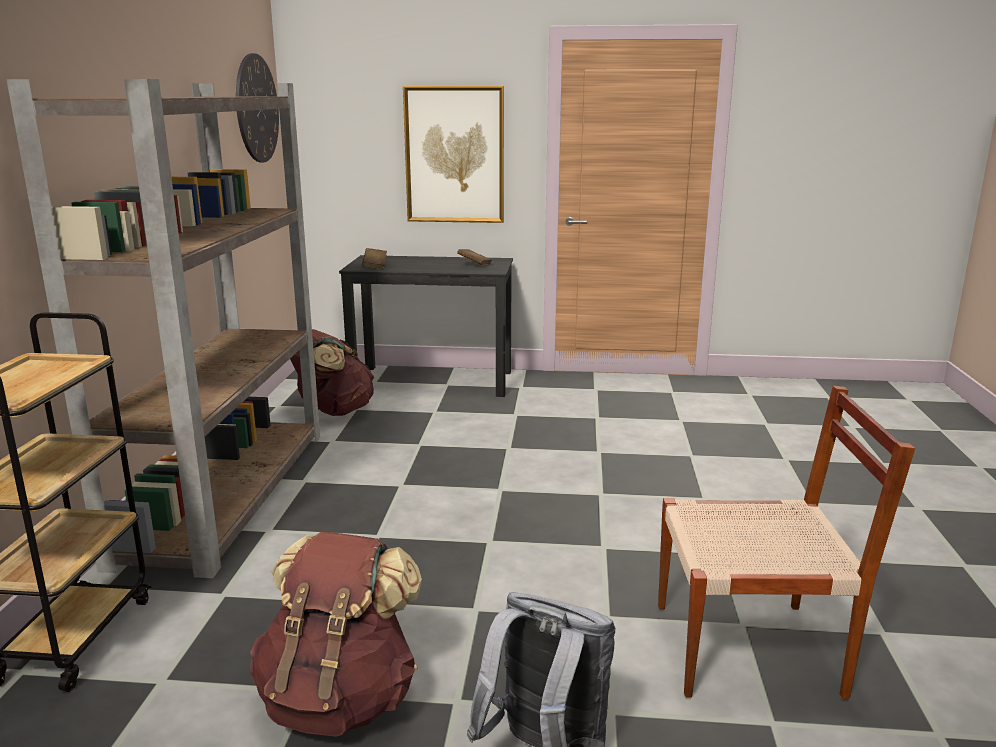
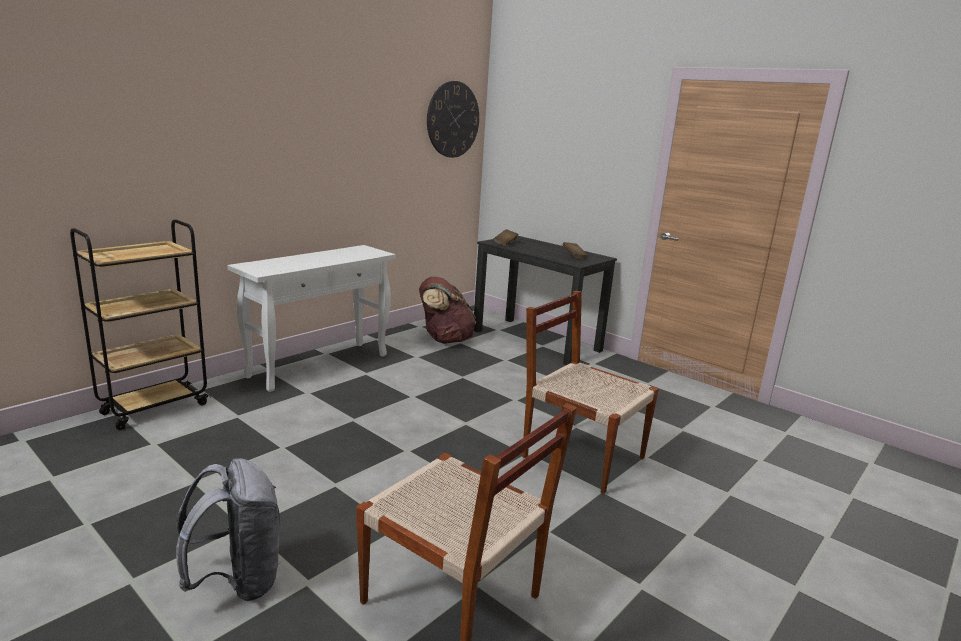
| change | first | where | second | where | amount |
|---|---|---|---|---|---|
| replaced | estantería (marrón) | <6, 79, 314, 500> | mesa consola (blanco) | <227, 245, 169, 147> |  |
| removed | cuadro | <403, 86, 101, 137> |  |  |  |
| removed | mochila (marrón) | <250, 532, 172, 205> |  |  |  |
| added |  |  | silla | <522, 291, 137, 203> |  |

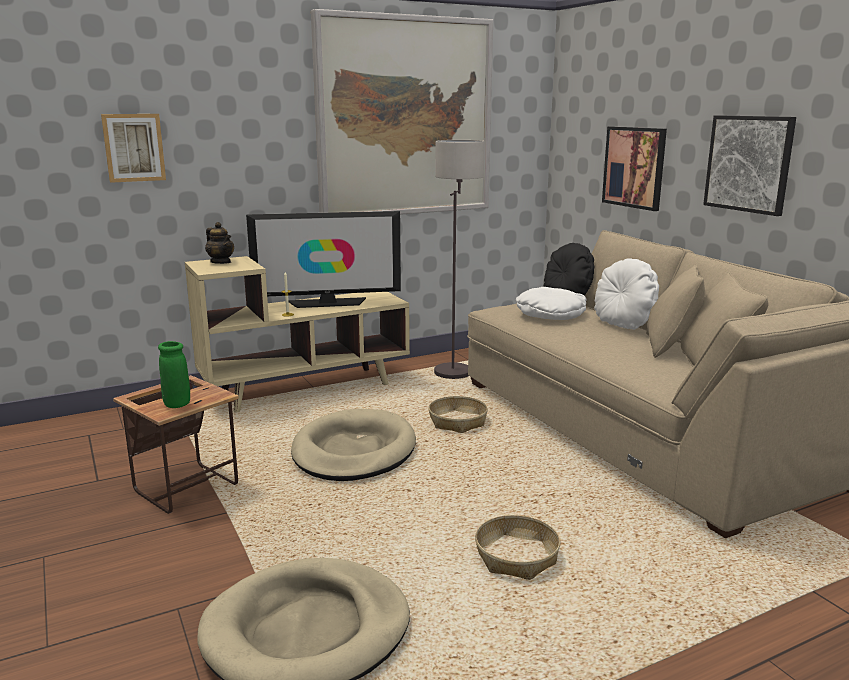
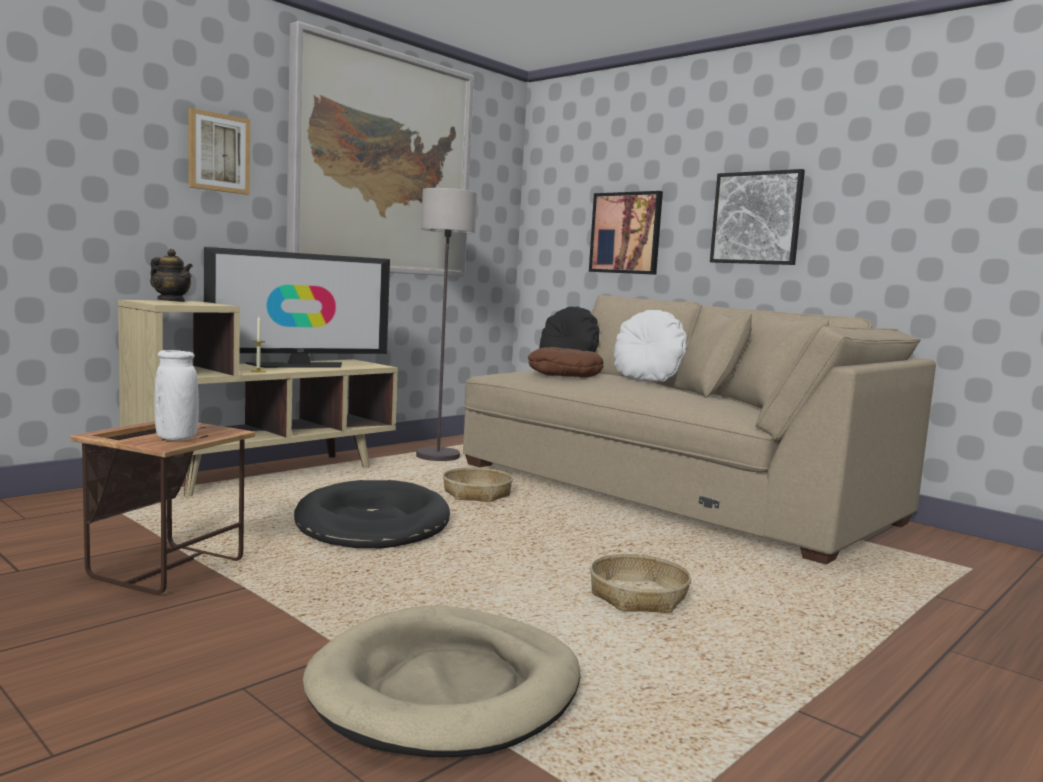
| change | first | where | second | where | amount |
|---|---|---|---|---|---|
| moved | cuadro | <101, 114, 65, 69> |  | <189, 108, 61, 87> |  |
| recoloured | cojín (blanco) | <516, 287, 70, 33> | cojín (marrón) | <528, 347, 76, 31> |  |
| recoloured | florero (verde) | <158, 341, 32, 67> | florero (blanco) | <154, 350, 45, 91> |  |
| recoloured | cama para perro (beis) | <291, 409, 125, 72> | cama para perro (negro) | <294, 480, 156, 68> |  |

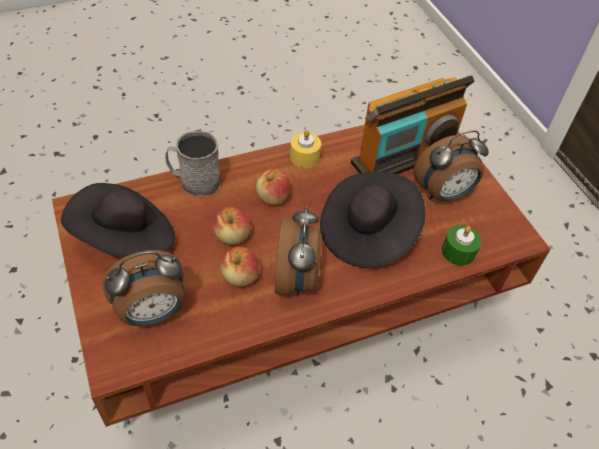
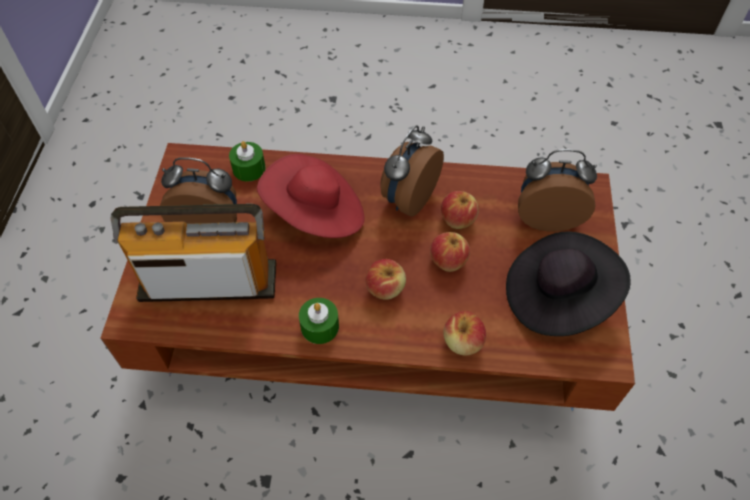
| change | first | where | second | where | amount |
|---|---|---|---|---|---|
| recoloured | vela (amarillo) | <290, 130, 31, 38> | vela (verde) | <299, 298, 40, 46> |  |
| replaced | taza grande (gris) | <165, 131, 56, 65> | manzana | <443, 311, 43, 44> |  |
| recoloured | sombrero (negro) | <320, 171, 105, 97> | sombrero (rojo) | <257, 154, 108, 84> |  |

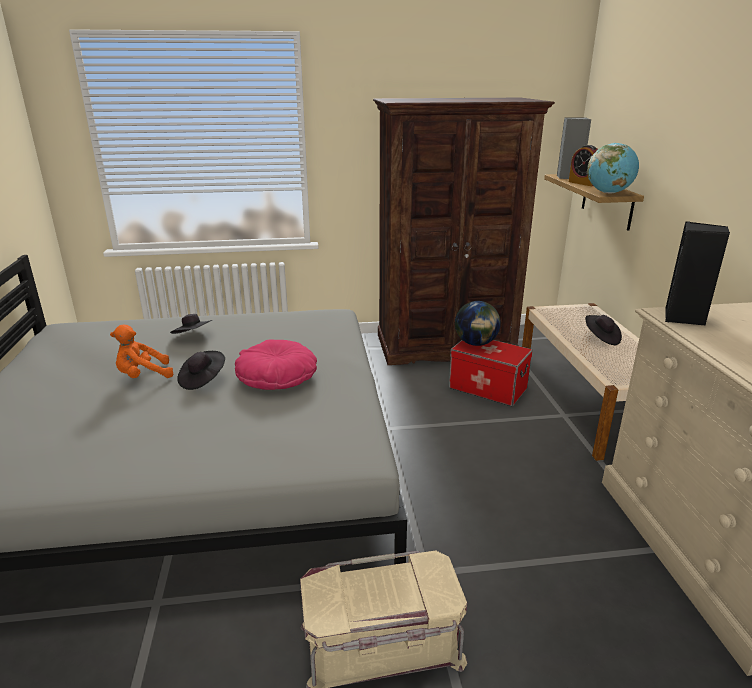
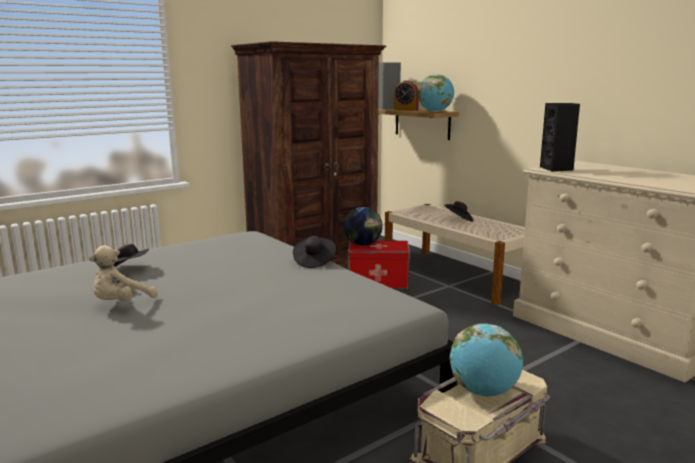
| change | first | where | second | where | amount |
|---|---|---|---|---|---|
| recoloured | peluche (naranja) | <110, 325, 63, 53> | peluche (beis) | <89, 245, 69, 56> |  |
| removed | cojín (rosa) | <235, 340, 82, 50> |  |  |  |
| moved | sombrero (negro) | <177, 351, 48, 39> |  | <293, 236, 43, 32> |  |
| added |  |  | globo terráqueo | <450, 323, 73, 74> |  |

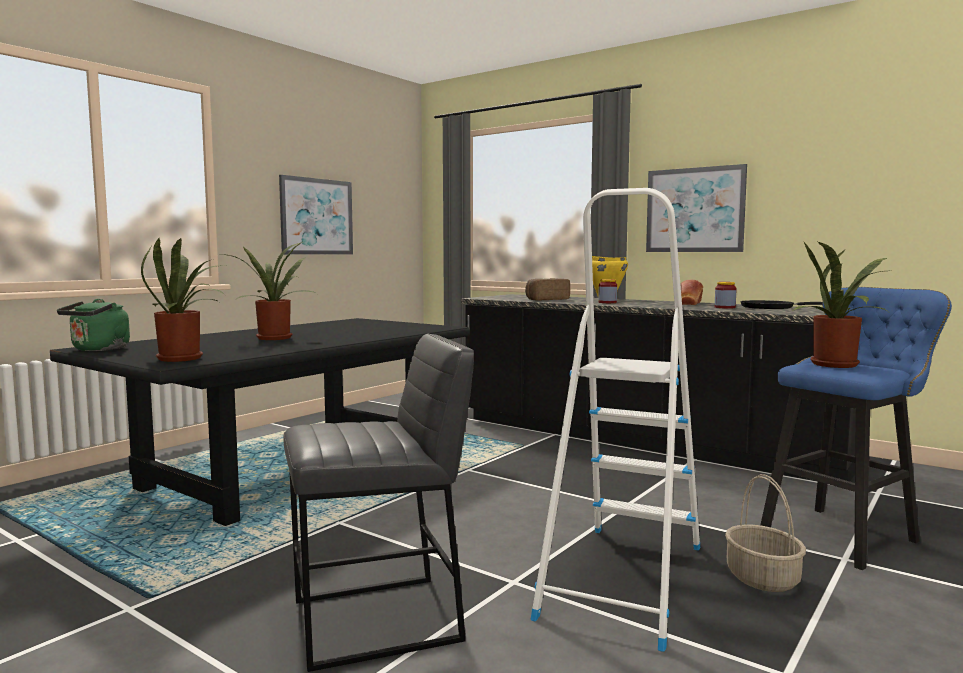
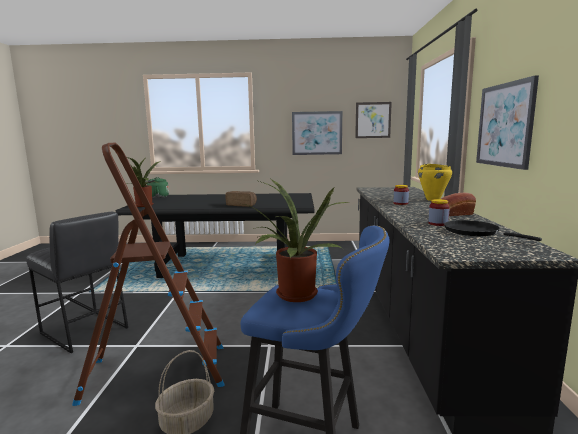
| change | first | where | second | where | amount |
|---|---|---|---|---|---|
| recoloured | escalera de tijera (blanco) | <531, 188, 169, 464> | escalera de tijera (marrón) | <72, 143, 153, 263> |  |
| removed | planta en maceta | <221, 241, 94, 99> |  |  |  |
| moved | pan | <525, 278, 45, 23> |  | <226, 191, 31, 16> |  |
| added |  |  | cuadro | <355, 102, 37, 36> |  |

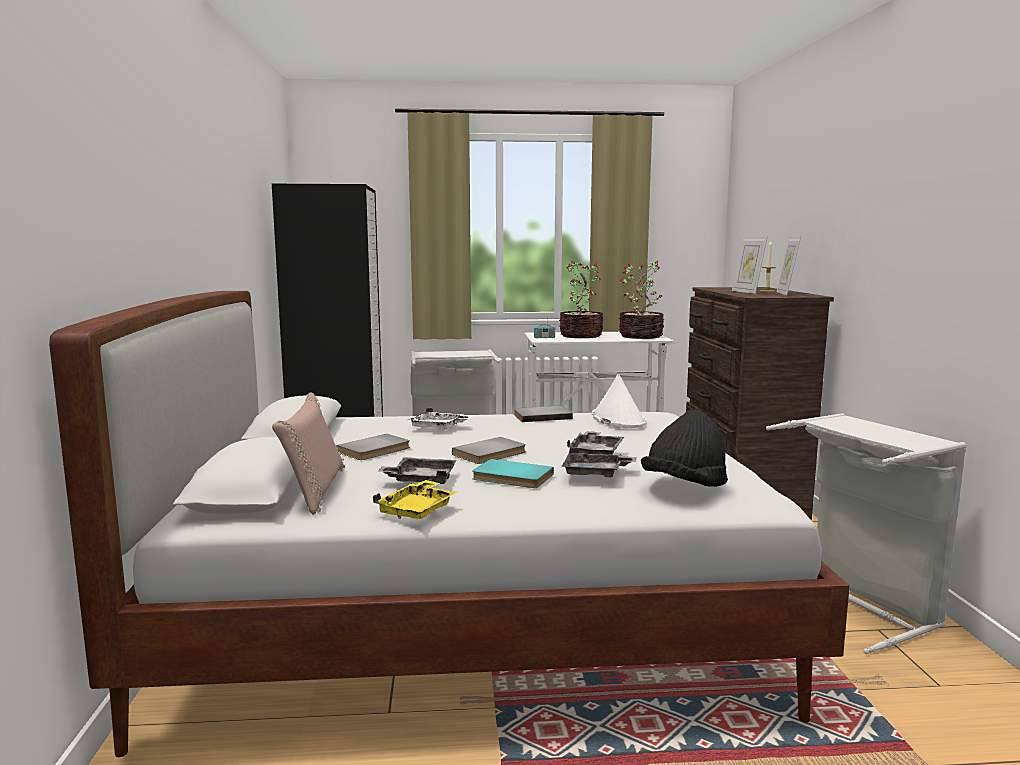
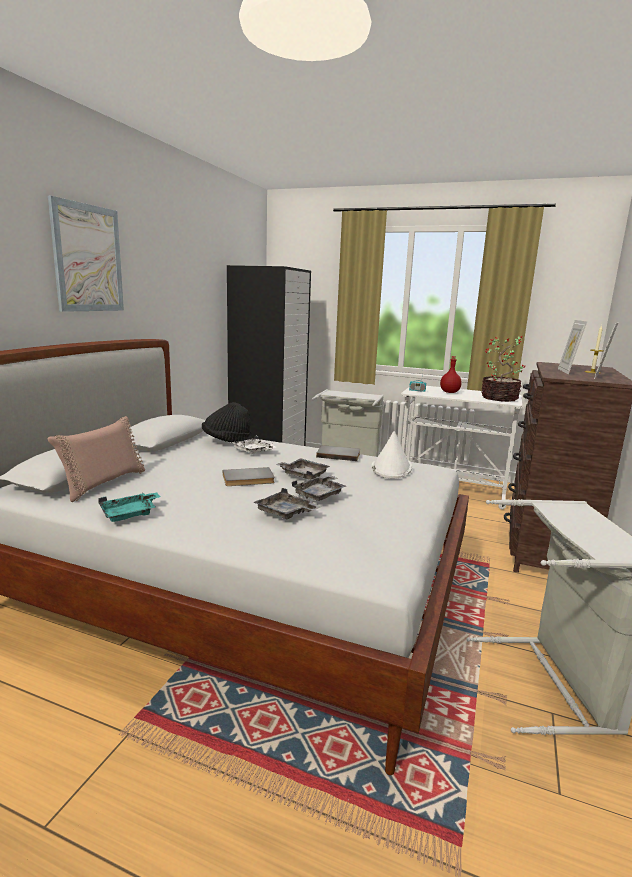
| change | first | where | second | where | amount |
|---|---|---|---|---|---|
| replaced | planta en maceta | <559, 261, 44, 77> | botella (rojo) | <440, 356, 22, 37> |  |
| moved | sombrero (negro) | <641, 410, 87, 77> |  | <202, 402, 50, 40> |  |
| removed | libro (gris) | <336, 434, 74, 26> |  |  |  |
| moved | bandeja (gris) | <377, 457, 79, 27> |  | <275, 458, 55, 22> |  |
| removed | libro (turquesa) | <472, 459, 82, 29> |  |  |  |
| recoloured | bandeja (amarillo) | <373, 480, 84, 39> | bandeja (turquesa) | <98, 492, 62, 30> |  |
| added |  |  | cuadro | <48, 196, 76, 116> |  |

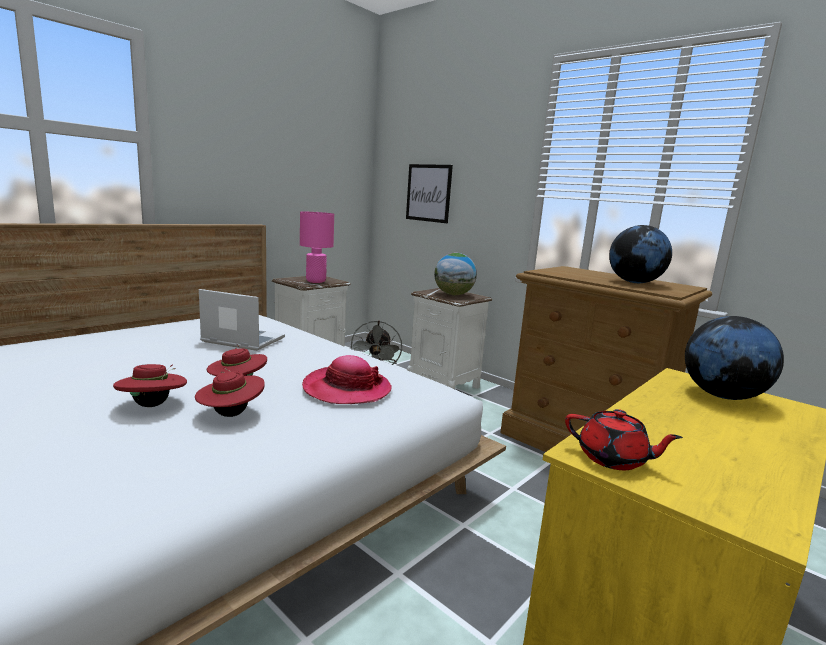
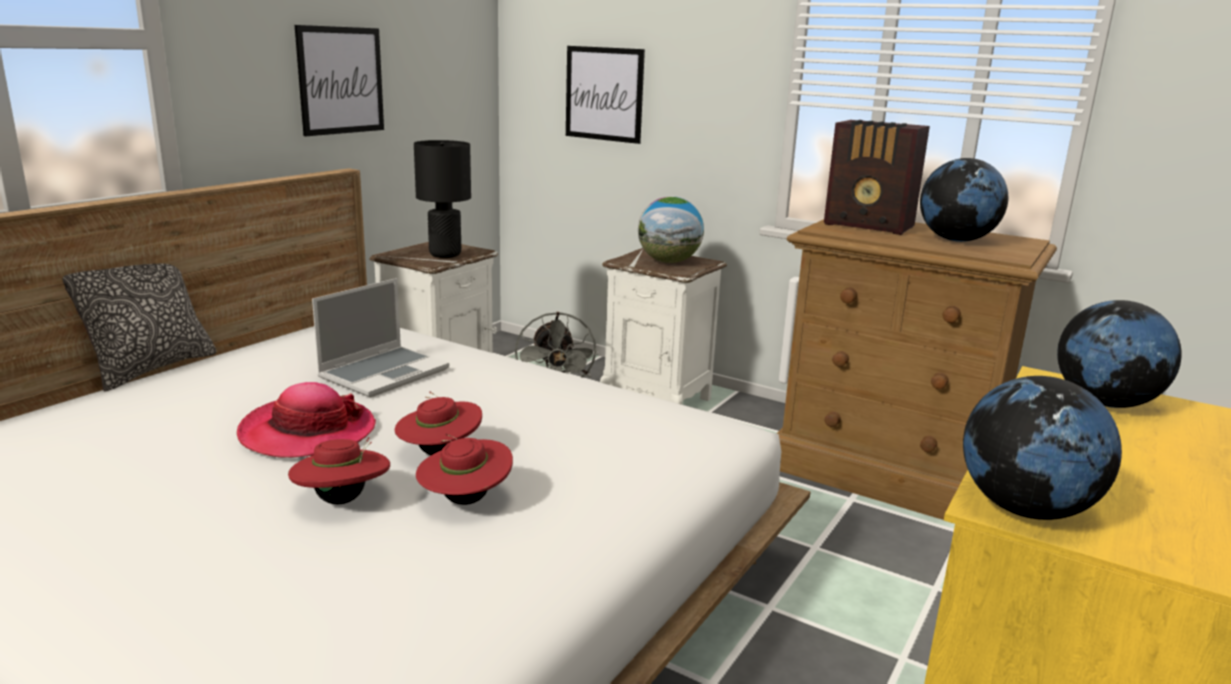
| change | first | where | second | where | amount |
|---|---|---|---|---|---|
| recoloured | lámpara de mesa (rosa) | <300, 212, 34, 71> | lámpara de mesa (negro) | <414, 140, 57, 118> |  |
| turned | portátil | <199, 289, 86, 62> |  | <312, 278, 137, 120> | 120 degrees clockwise |
| moved | sombrero | <302, 355, 90, 49> |  | <237, 382, 139, 76> |  |
| replaced | tetera (rojo) | <565, 409, 118, 61> | globo terráqueo | <963, 376, 159, 144> |  |
| added |  |  | cuadro | <295, 25, 89, 111> |  |
| added |  |  | radio | <824, 120, 106, 115> |  |
| added |  |  | cojín | <62, 264, 154, 127> |  |

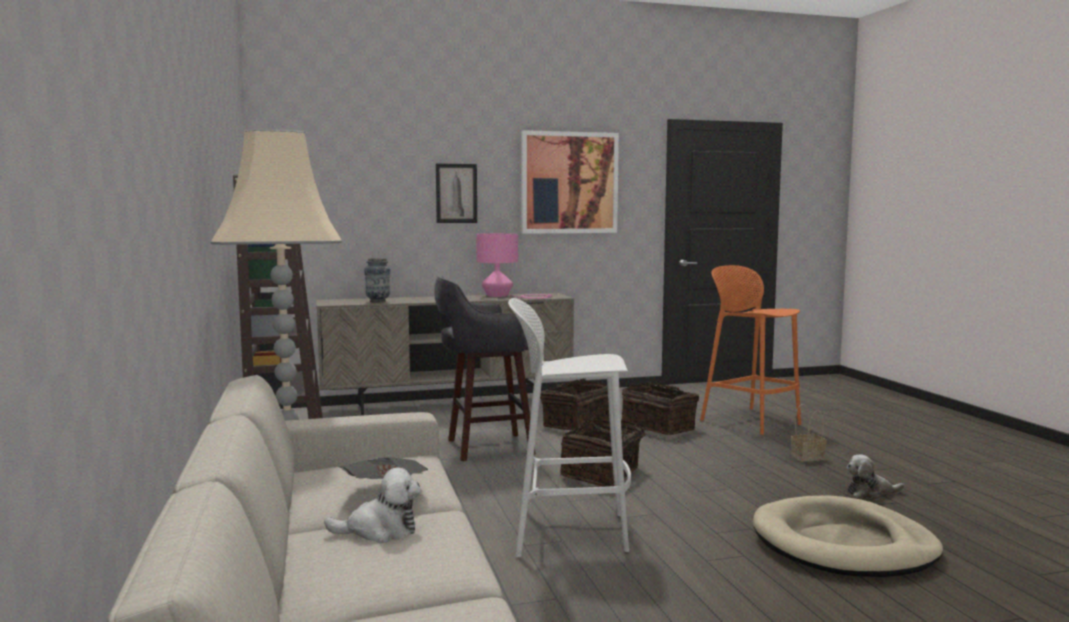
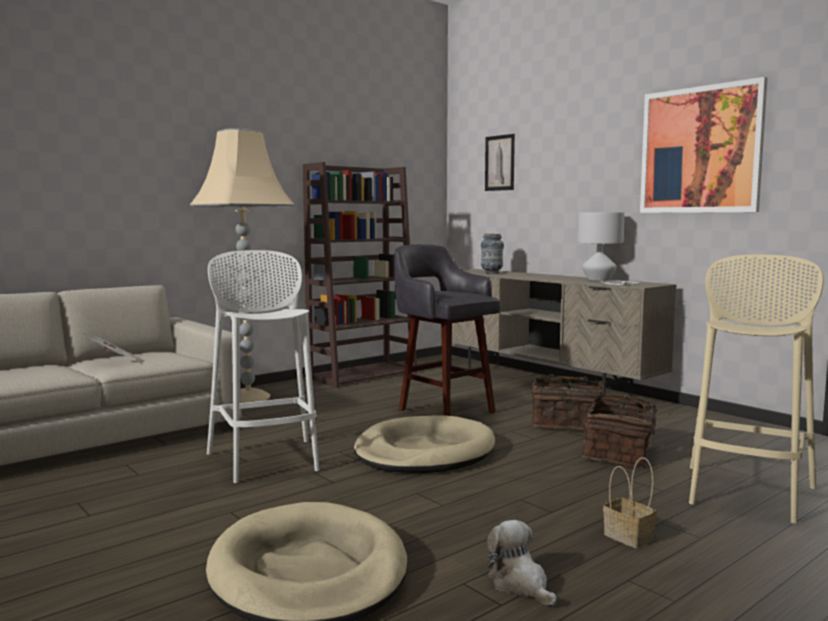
| change | first | where | second | where | amount |
|---|---|---|---|---|---|
| moved | cuadro | <436, 163, 41, 60> |  | <485, 134, 30, 57> |  |
| recoloured | lámpara de mesa (rosa) | <476, 233, 76, 66> | lámpara de mesa (blanco) | <577, 212, 63, 73> |  |
| recoloured | taburete (naranja) | <700, 265, 101, 170> | taburete (beis) | <689, 255, 135, 269> |  |
| replaced | cesta | <560, 416, 97, 71> | cama para perro (beis) | <354, 416, 141, 57> |  |
| removed | peluche | <324, 467, 97, 76> |  |  |  |

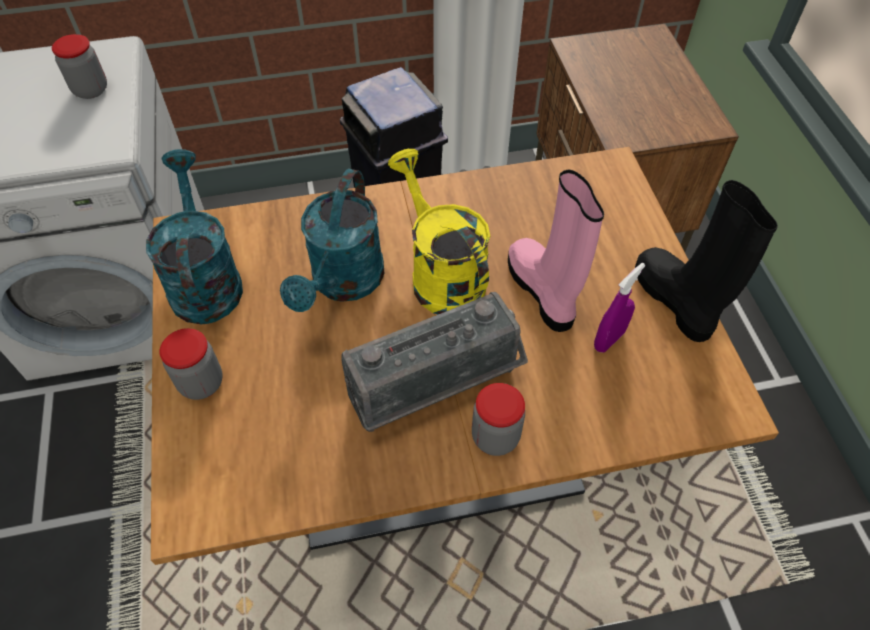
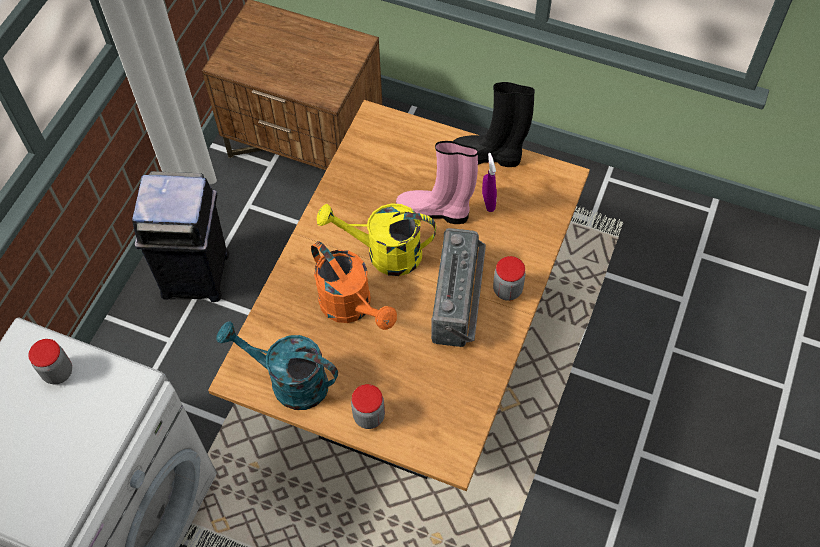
| change | first | where | second | where | amount |
|---|---|---|---|---|---|
| recoloured | regadera (turquesa) | <280, 169, 104, 143> | regadera (naranja) | <311, 241, 86, 89> |  |

